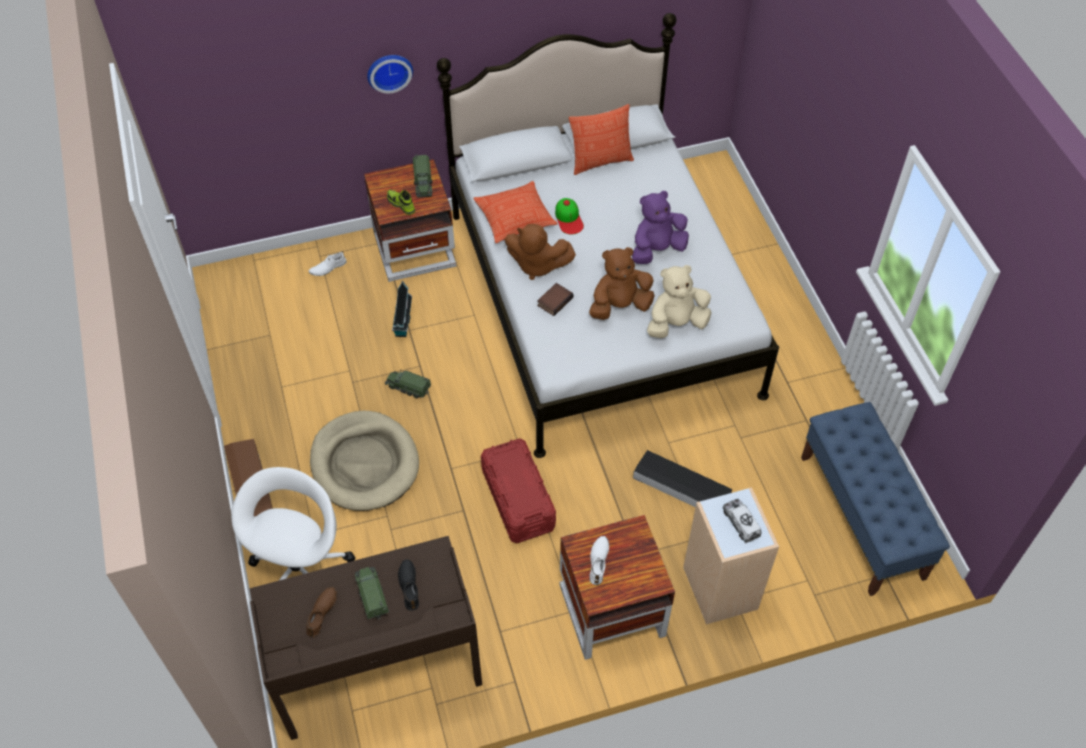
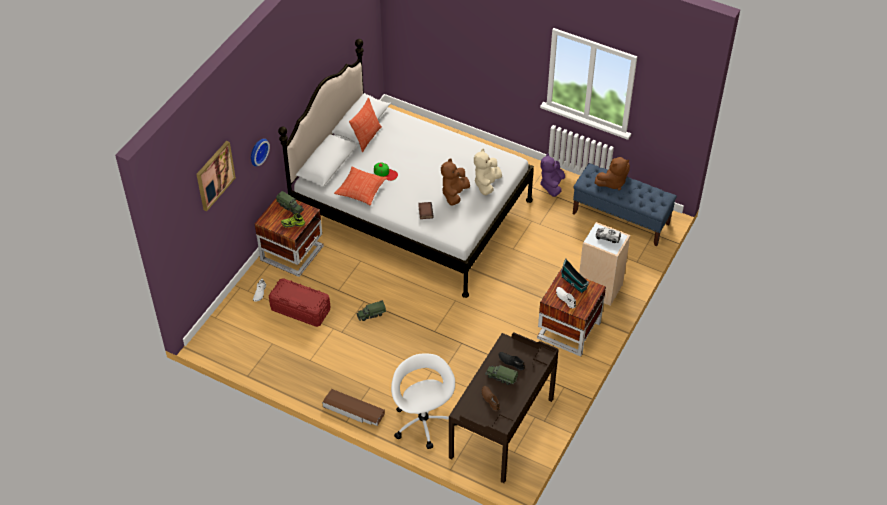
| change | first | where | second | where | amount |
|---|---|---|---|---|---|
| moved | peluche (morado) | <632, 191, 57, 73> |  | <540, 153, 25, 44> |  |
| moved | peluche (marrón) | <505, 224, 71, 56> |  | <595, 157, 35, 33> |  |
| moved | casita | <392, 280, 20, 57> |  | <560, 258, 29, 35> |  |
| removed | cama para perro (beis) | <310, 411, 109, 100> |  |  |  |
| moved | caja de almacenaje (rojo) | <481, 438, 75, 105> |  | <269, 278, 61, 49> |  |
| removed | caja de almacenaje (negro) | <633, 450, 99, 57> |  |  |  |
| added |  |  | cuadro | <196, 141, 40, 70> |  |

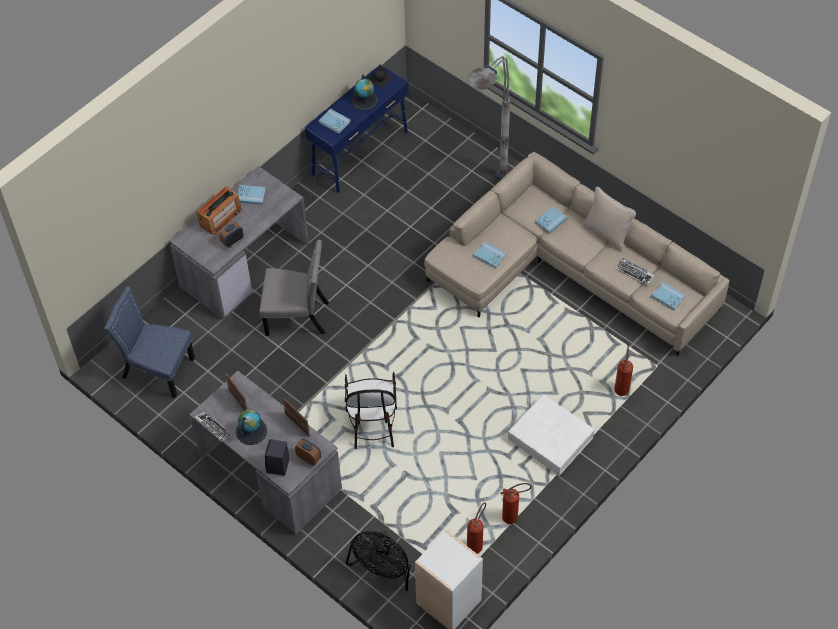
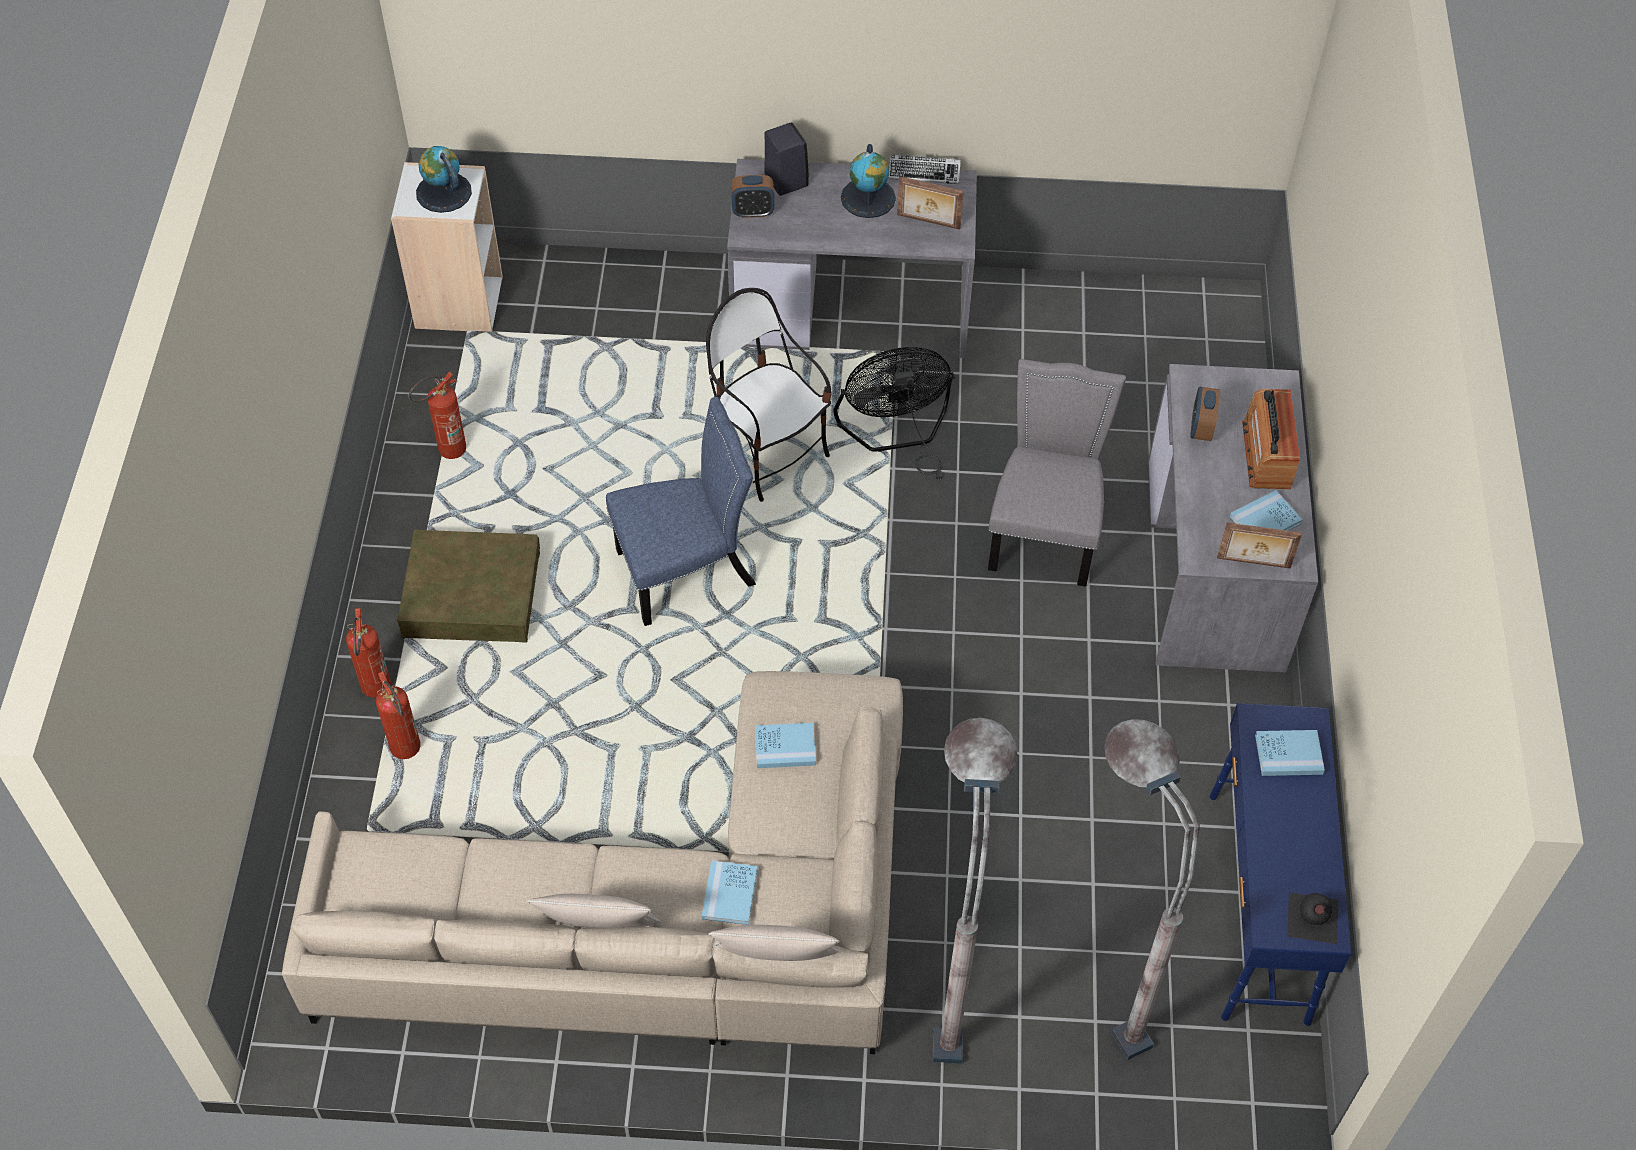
| change | first | where | second | where | amount |
|---|---|---|---|---|---|
| moved | globo terráqueo | <351, 75, 27, 36> |  | <416, 146, 56, 67> |  |
| turned | silla (gris) | <259, 240, 70, 96> |  | <988, 359, 138, 228> | 135 degrees clockwise |
| removed | teclado | <616, 258, 39, 28> |  |  |  |
| removed | libro (azul) | <651, 282, 35, 28> |  |  |  |
| moved | silla (azul) | <104, 286, 91, 112> |  | <606, 397, 150, 229> |  |
| recoloured | caja de almacenaje (blanco) | <508, 395, 87, 81> | caja de almacenaje (marrón) | <397, 530, 143, 113> |  |
| moved | portarretratos | <283, 398, 27, 39> |  | <1217, 522, 85, 47> |  |
| moved | extintor | <467, 502, 19, 52> |  | <346, 608, 45, 89> |  |
| moved | ventilador (negro) | <346, 530, 65, 61> |  | <833, 347, 122, 132> |  |
| added |  |  | lámpara de pie (gris) | <1104, 719, 96, 341> |  |
| added |  |  | cojín (beis) | <708, 925, 132, 36> |  |

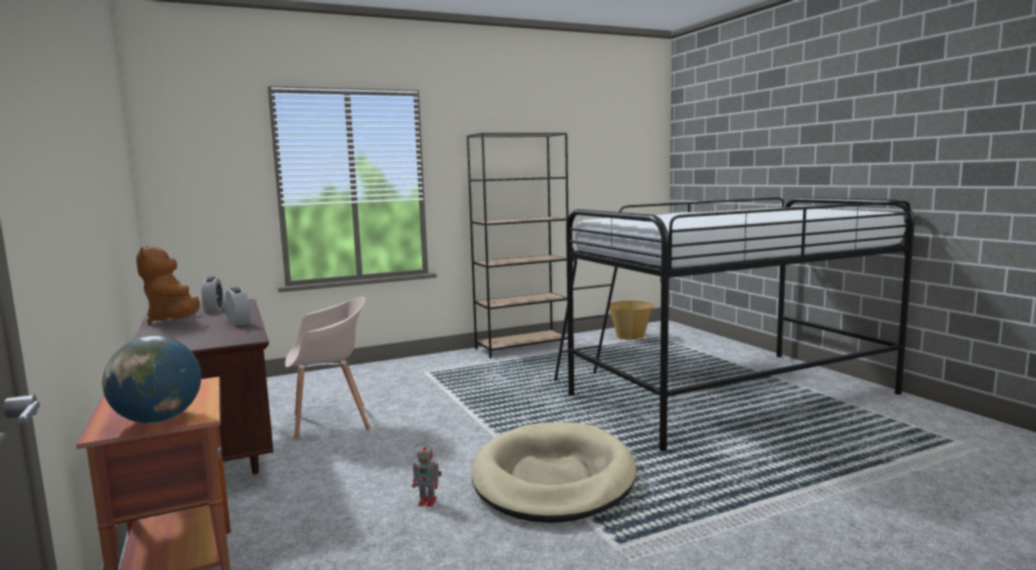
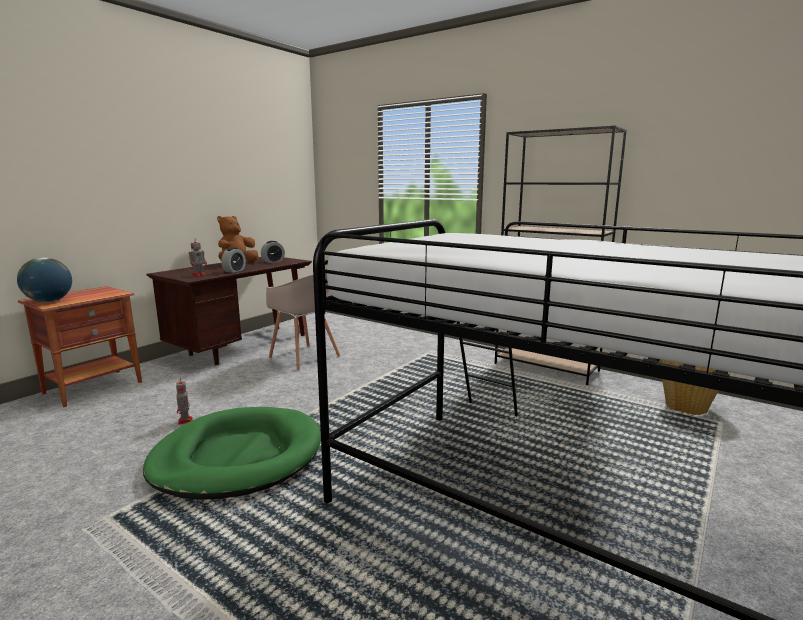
| change | first | where | second | where | amount |
|---|---|---|---|---|---|
| recoloured | cama para perro (beis) | <472, 422, 164, 101> | cama para perro (verde) | <143, 407, 178, 93> |  |
| added |  |  | robot de juguete | <189, 238, 18, 38> |  |

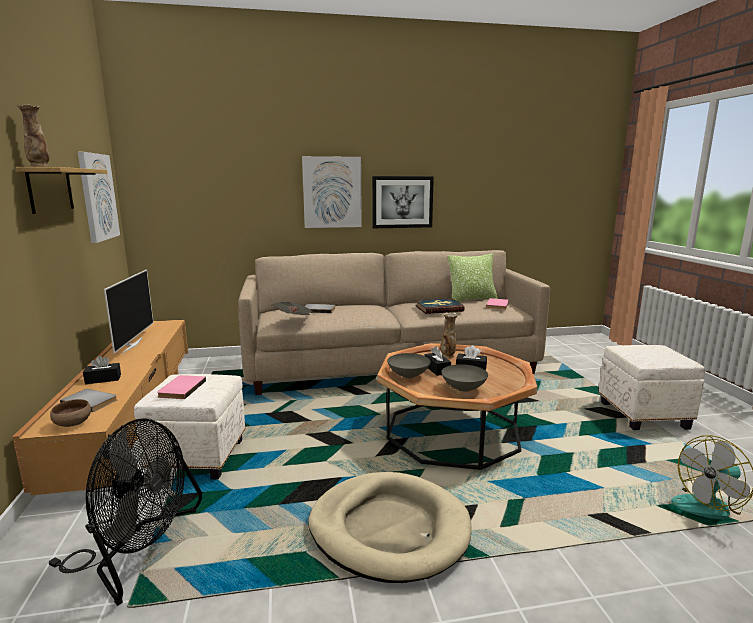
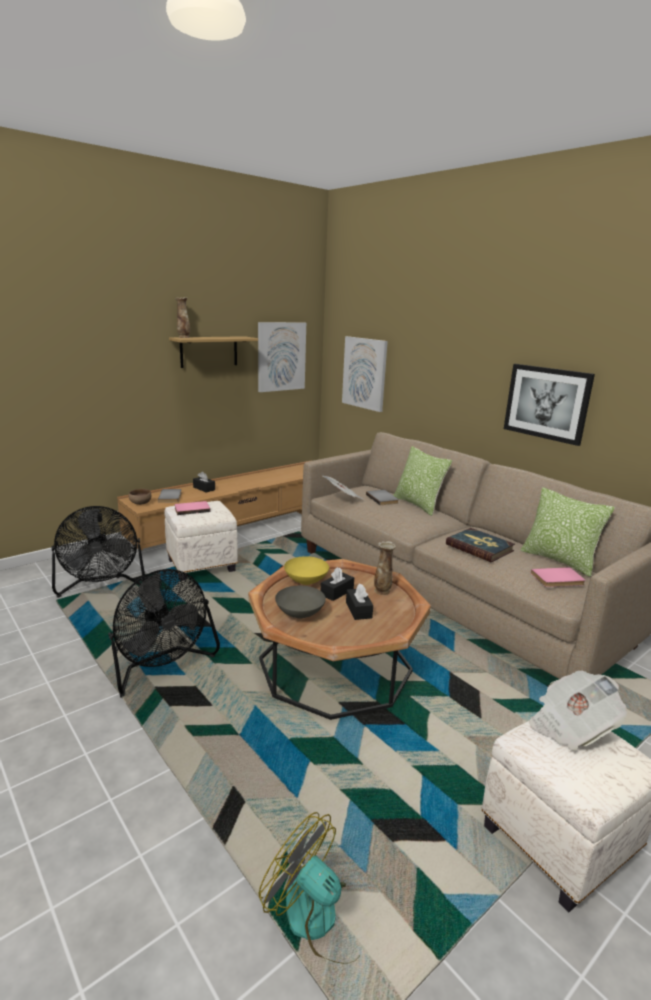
| change | first | where | second | where | amount |
|---|---|---|---|---|---|
| moved | cuadro | <302, 156, 60, 72> |  | <342, 336, 46, 76> |  |
| removed | televisor | <104, 269, 50, 85> |  |  |  |
| recoloured | cuenco (gris) | <387, 353, 44, 25> | cuenco (amarillo) | <284, 556, 45, 29> |  |
| replaced | cama para perro (beis) | <308, 472, 164, 111> | ventilador (negro) | <108, 569, 112, 129> |  |
| added |  |  | cojín | <393, 446, 59, 70> |  |
| added |  |  | periódico | <529, 670, 98, 81> |  |

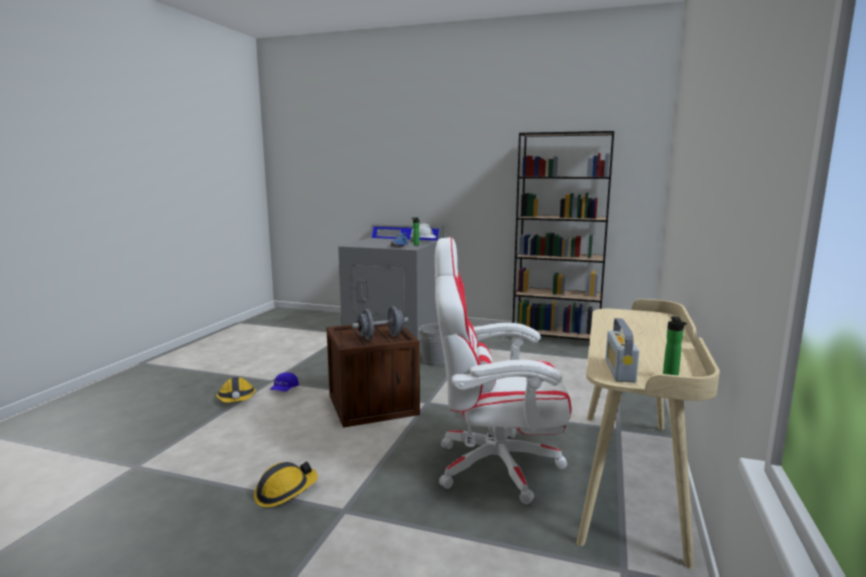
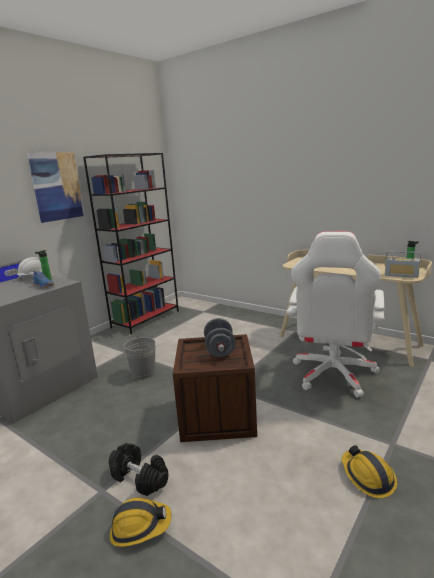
| change | first | where | second | where | amount |
|---|---|---|---|---|---|
| recoloured | estantería (beis) | <513, 131, 101, 210> | estantería (rojo) | <83, 153, 96, 181> |  |
| replaced | gorra (azul) | <270, 372, 29, 19> | mancuerna (negro) | <109, 443, 59, 53> |  |
| added |  |  | cuadro | <27, 152, 57, 71> |  |

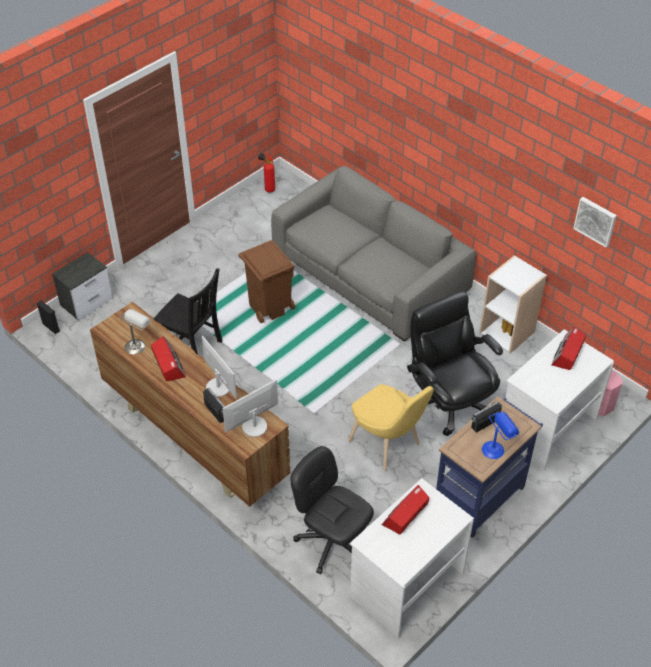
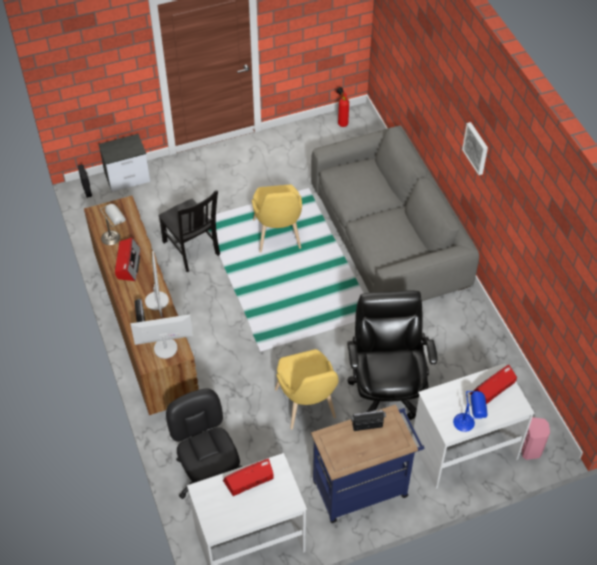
| change | first | where | second | where | amount |
|---|---|---|---|---|---|
| moved | cuadro | <573, 197, 44, 50> |  | <462, 122, 26, 53> |  |
| replaced | papelera (marrón) | <238, 240, 57, 83> | silla (amarillo) | <252, 185, 50, 68> |  |
| removed | estantería | <479, 255, 68, 98> |  |  |  |
| moved | lámpara de mesa (azul) | <482, 412, 37, 47> |  | <453, 391, 35, 41> |  |

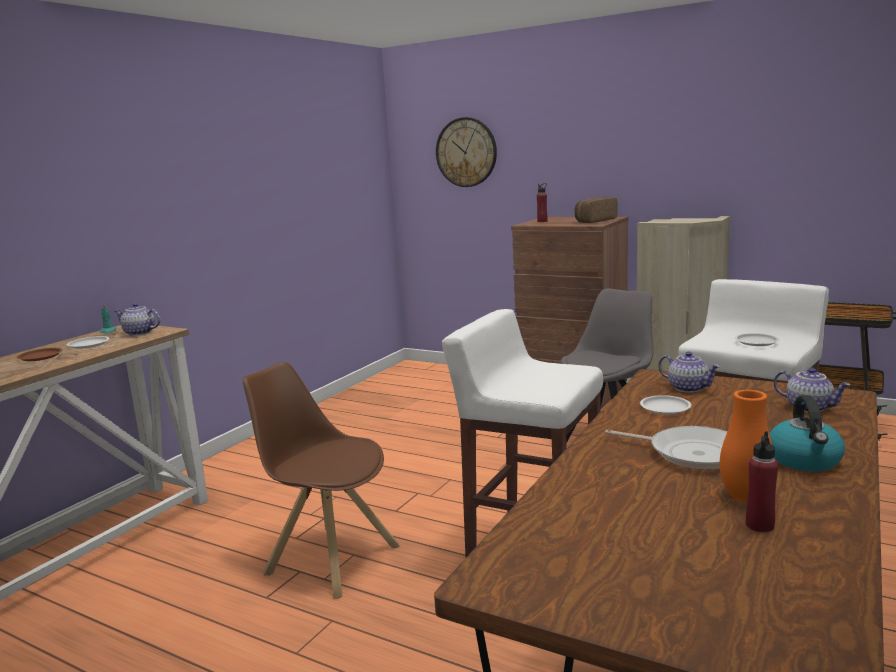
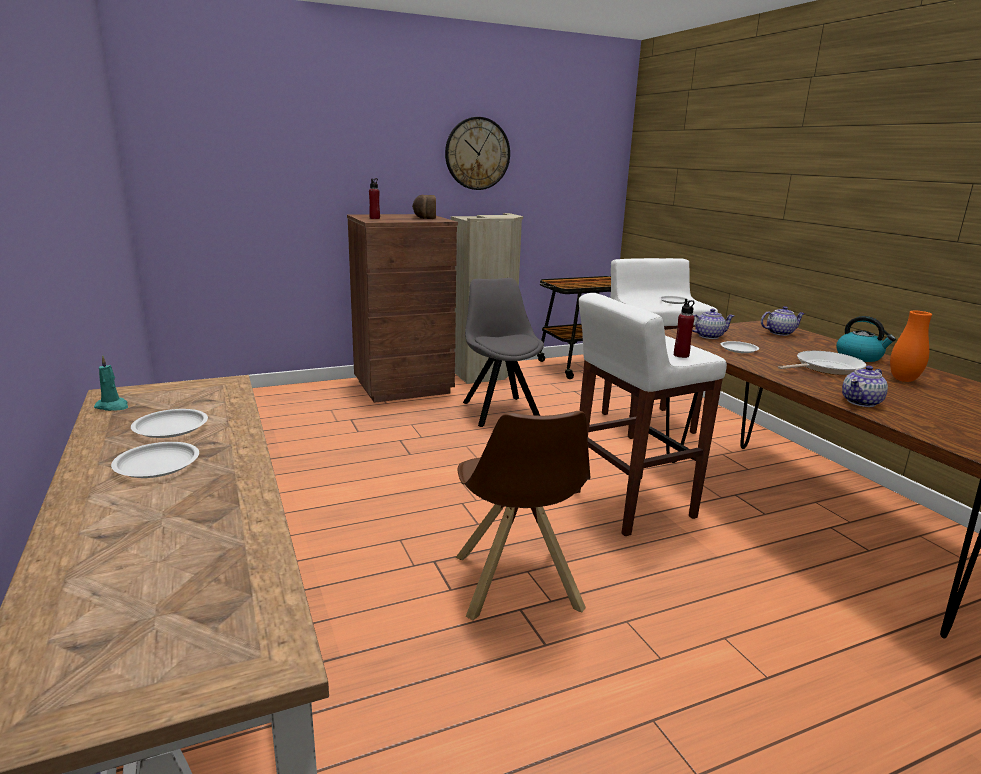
| change | first | where | second | where | amount |
|---|---|---|---|---|---|
| moved | reloj de pared | <436, 117, 61, 70> |  | <445, 117, 65, 73> |  |
| moved | tetera | <114, 303, 47, 33> |  | <842, 366, 46, 41> |  |
| recoloured | plato (marrón) | <16, 348, 47, 13> | plato (blanco) | <111, 442, 88, 36> |  |
| turned | silla (marrón) | <243, 362, 157, 237> |  | <456, 411, 134, 210> | 75 degrees counterclockwise |
| moved | botella (rojo) | <746, 431, 32, 101> |  | <674, 299, 21, 59> |  |

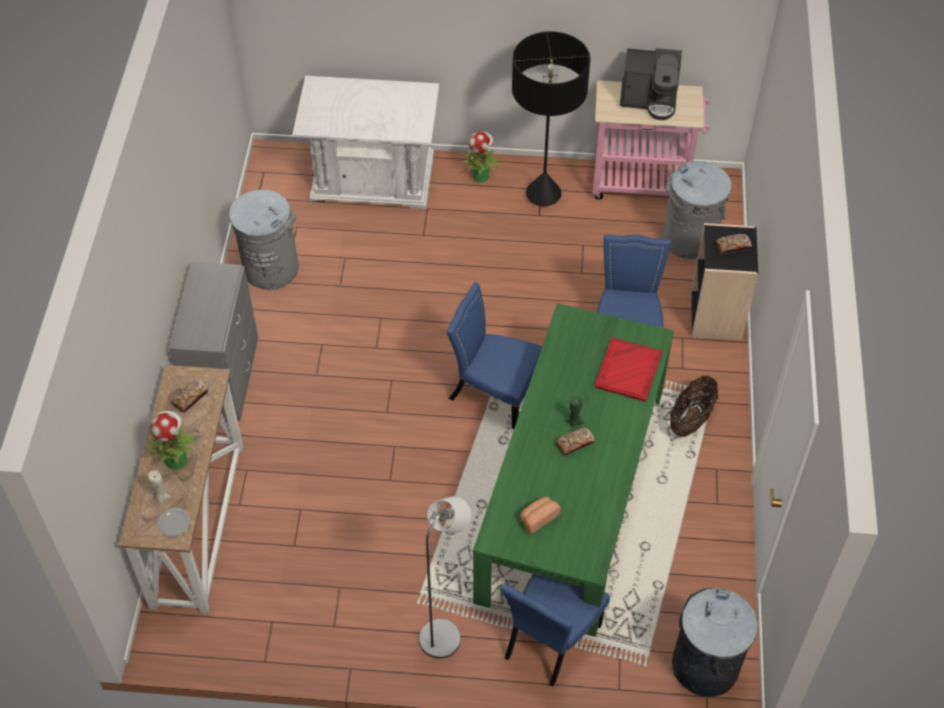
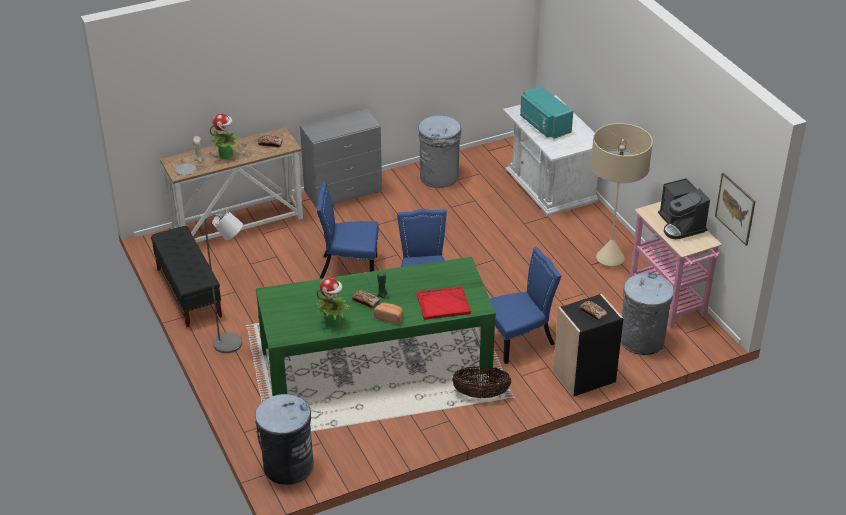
| change | first | where | second | where | amount |
|---|---|---|---|---|---|
| recoloured | lámpara de pie (negro) | <512, 31, 78, 175> | lámpara de pie (beis) | <591, 123, 62, 144> |  |
| moved | planta en maceta | <462, 131, 38, 52> |  | <316, 278, 34, 50> |  |
| moved | pan | <520, 496, 41, 38> |  | <374, 302, 29, 22> |  |
| moved | silla (azul) | <501, 574, 109, 113> |  | <317, 182, 62, 96> |  |
| added |  |  | microondas (turquesa) | <520, 86, 53, 53> |  |
| added |  |  | cuadro | <715, 172, 41, 74> |  |
| added |  |  | banco (negro) | <151, 226, 71, 101> |  |

